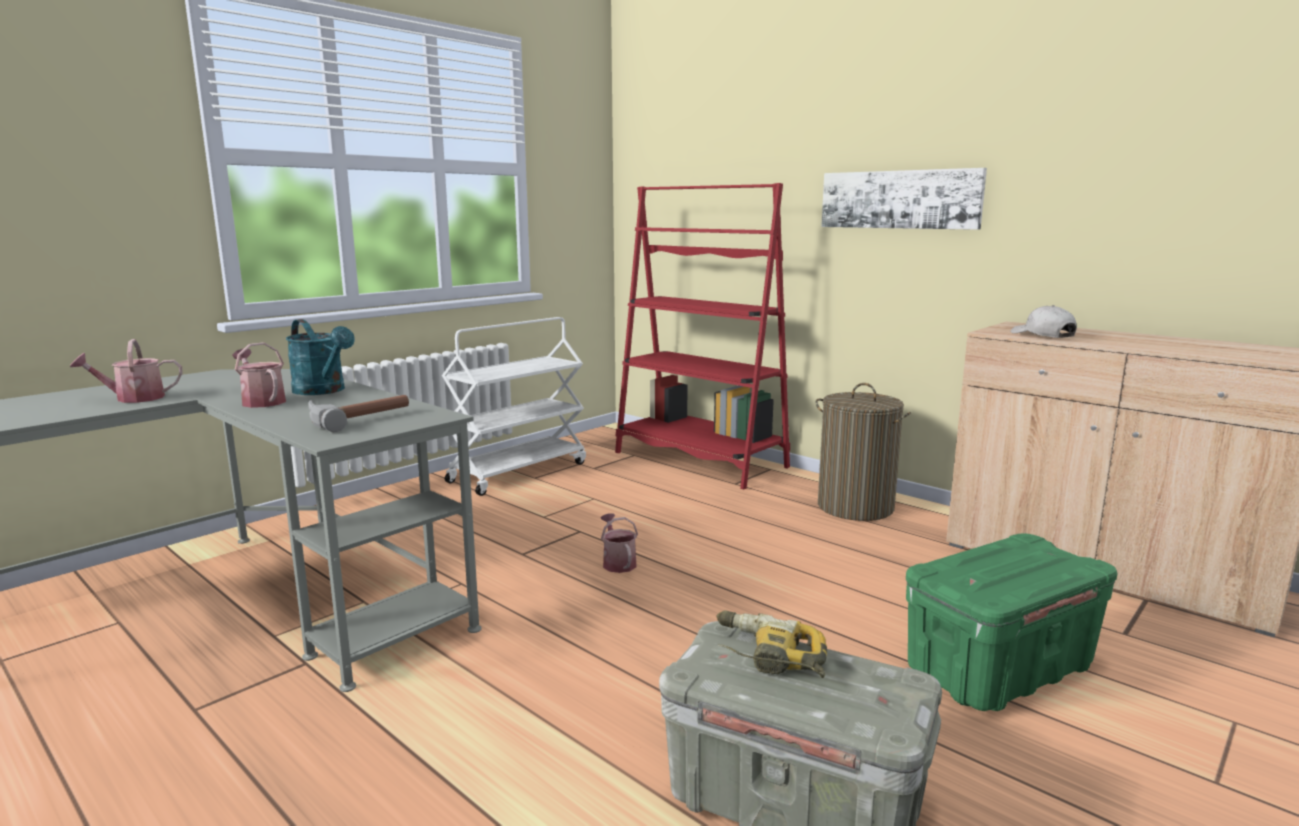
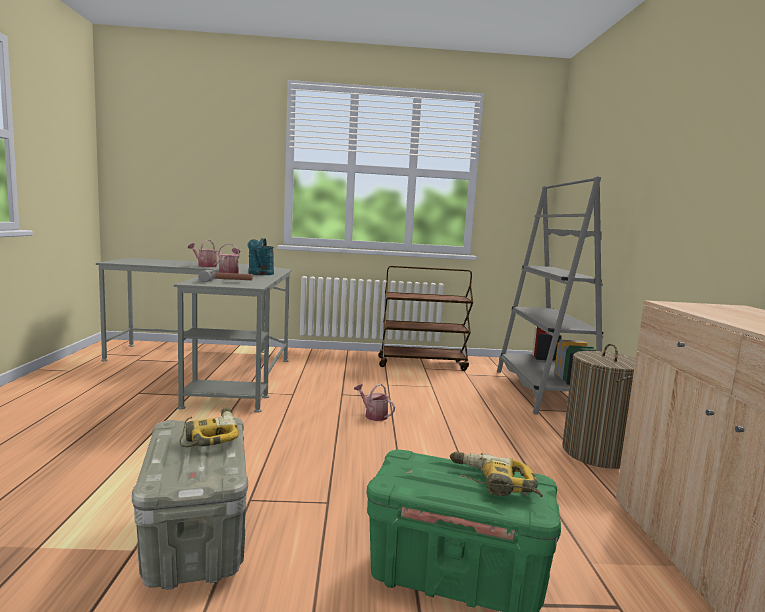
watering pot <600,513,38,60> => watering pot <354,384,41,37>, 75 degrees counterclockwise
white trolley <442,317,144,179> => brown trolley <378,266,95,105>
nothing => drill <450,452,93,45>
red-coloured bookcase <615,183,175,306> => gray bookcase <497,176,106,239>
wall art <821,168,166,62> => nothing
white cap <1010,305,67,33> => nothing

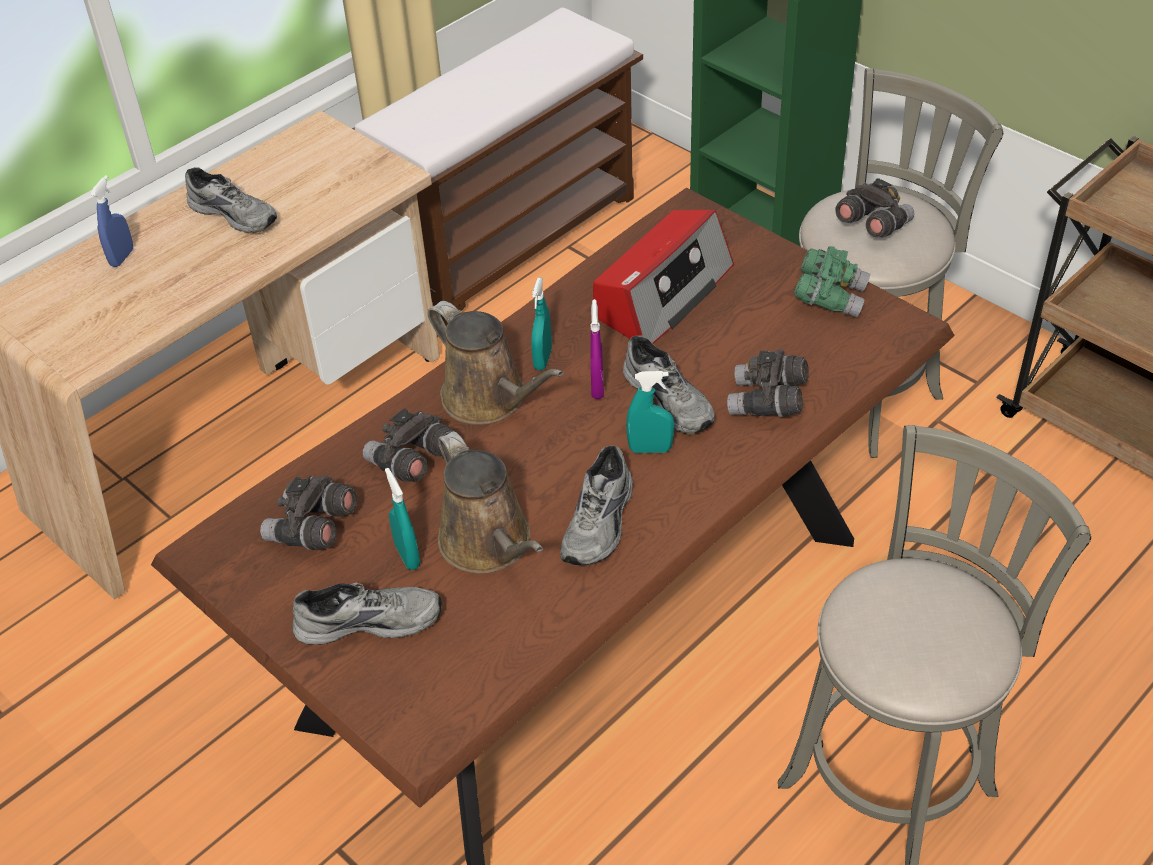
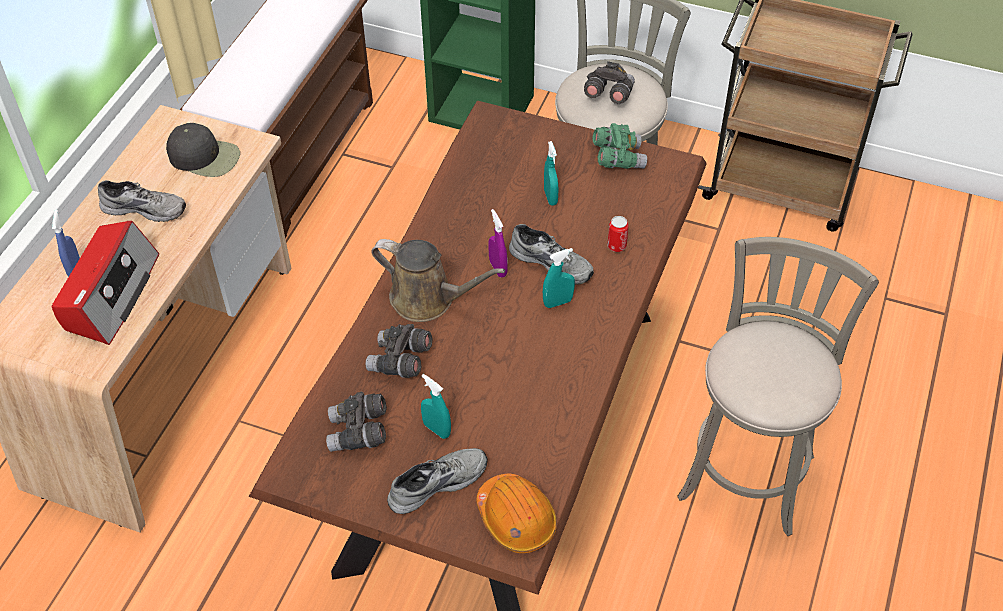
radio set <593,210,141,134> => radio set <52,221,107,124>, move
nothing => black-coloured cap <166,123,74,54>
nothing => orangey safety helmet <476,474,81,79>
blue-green hand sprayer <531,278,21,92> => blue-green hand sprayer <544,141,14,64>, move
gray pair of binoculars <727,349,82,68> => can <607,216,22,36>
brown watering pot <438,431,105,143> => nothing
gray low shoe <560,446,73,119> => nothing

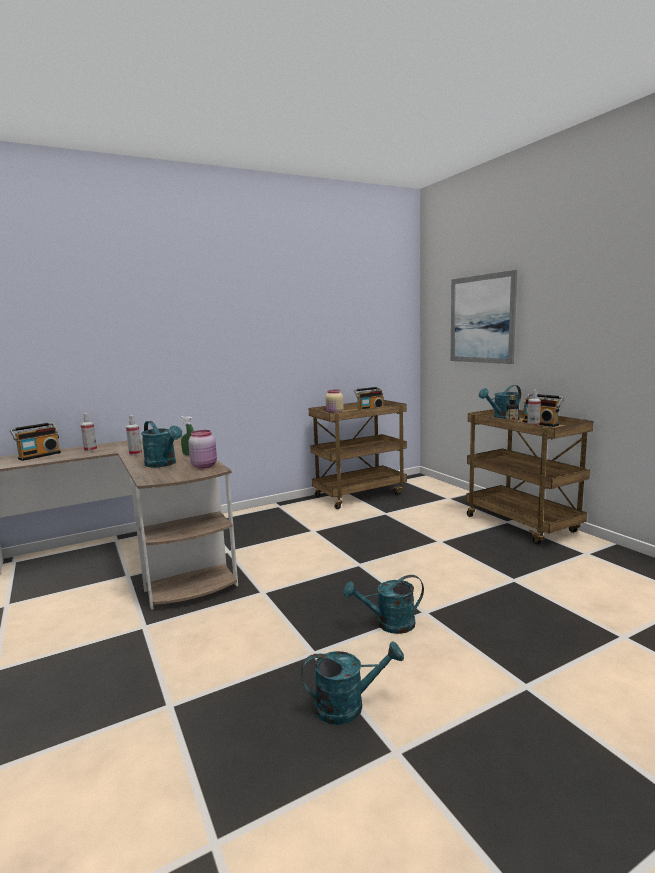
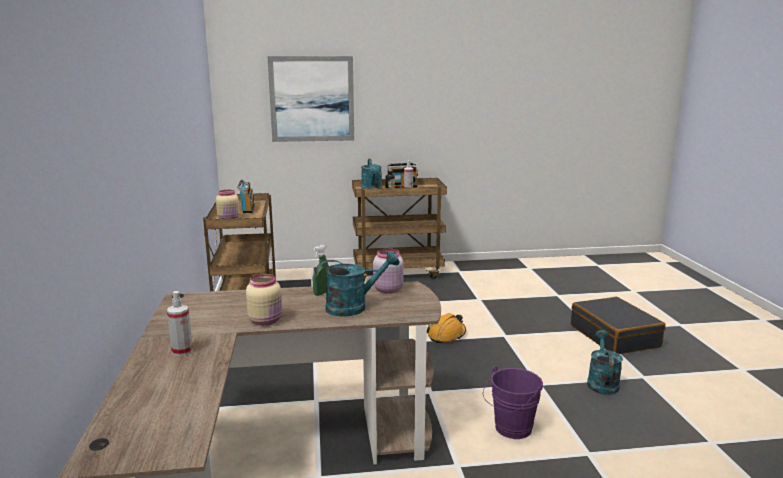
hand sprayer <126,415,16,41> => beige-coloured storage jar <246,274,36,52>
nothing => orangey safety helmet <427,313,39,30>
nothing => purple pail <483,366,60,73>
nothing => black-coloured travel case <571,297,95,57>
radio set <10,422,51,39> => nothing
blue-green watering pot <344,575,80,59> => nothing

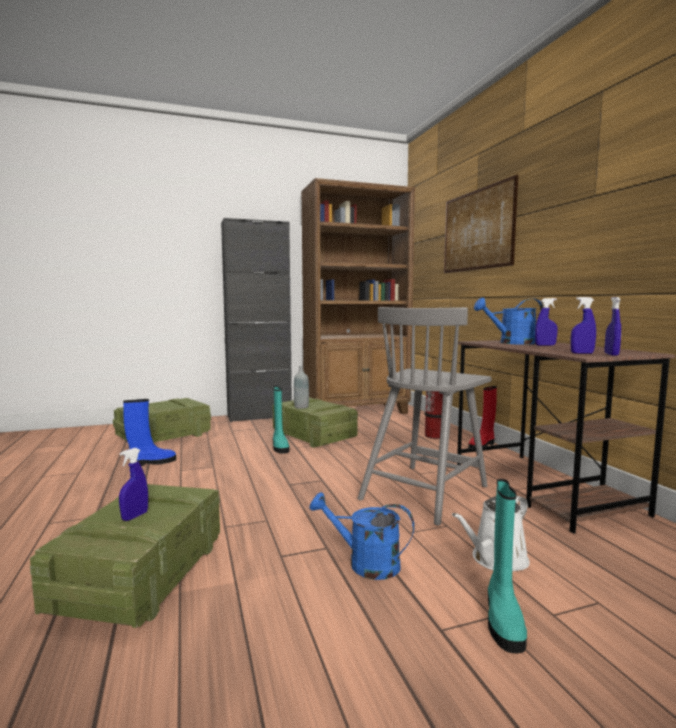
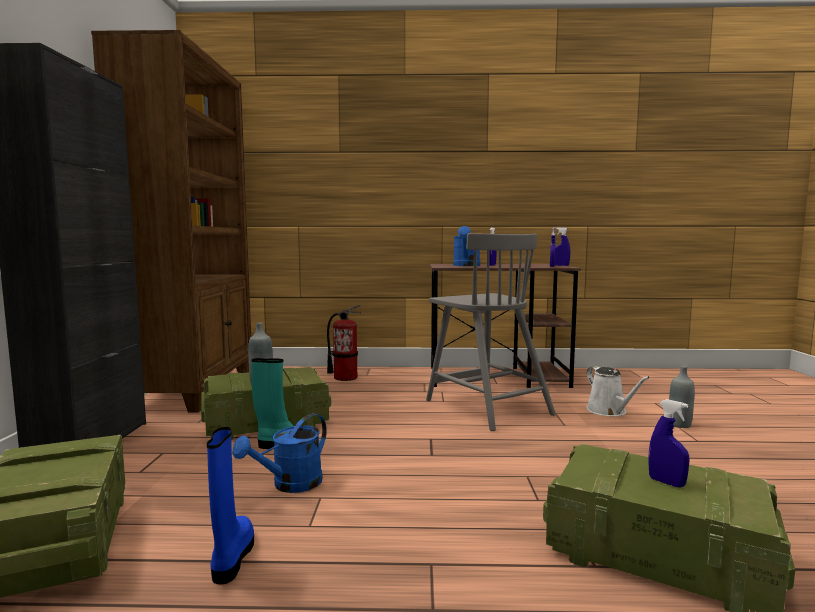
blue watering pot <310,492,104,88> => blue watering pot <232,413,95,80>, move
blue-green tall boot <488,479,39,174> => gray bottle <669,366,25,62>
wall art <444,175,74,98> => nothing
red-coloured tall boot <468,386,29,62> => nothing

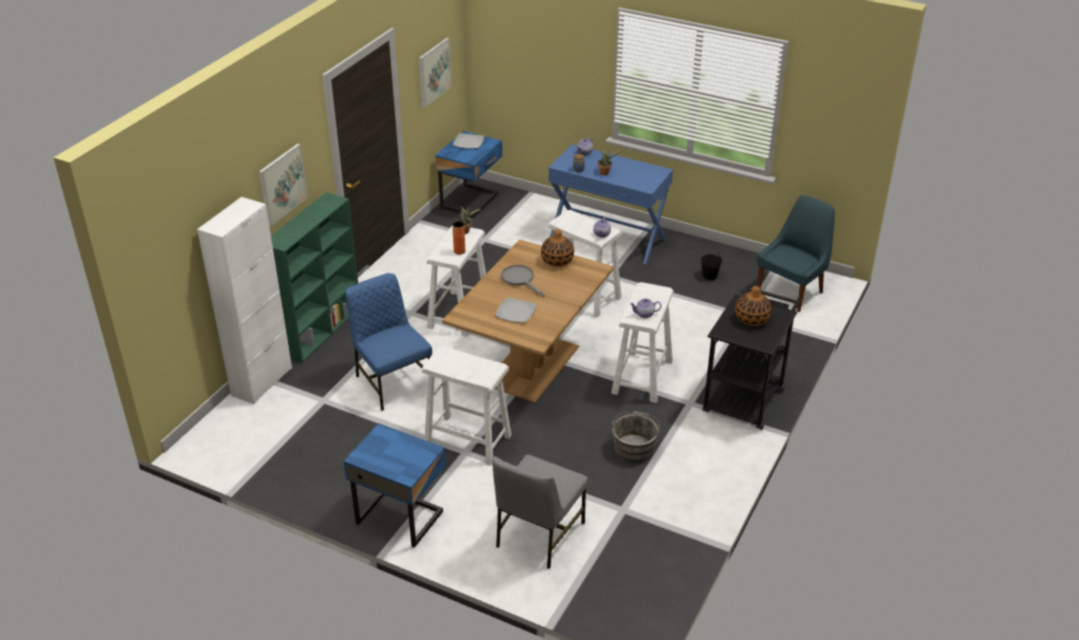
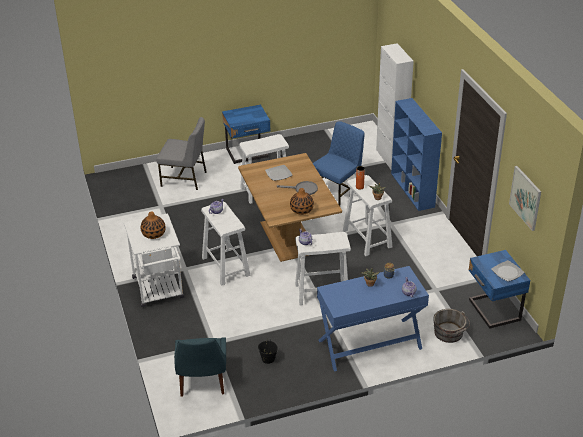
black-coloured trolley <702,285,98,145> => white trolley <124,213,60,94>
gray plain chair <492,455,96,114> => gray plain chair <156,117,51,73>, 120 degrees clockwise
blue plain chair <346,273,86,138> => blue plain chair <313,121,52,85>, 60 degrees counterclockwise
greenish bookcase <271,192,87,171> => blue bookcase <391,98,51,113>
gray pail <612,411,48,51> => gray pail <433,309,37,34>, move
wall art <259,143,49,84> => nothing

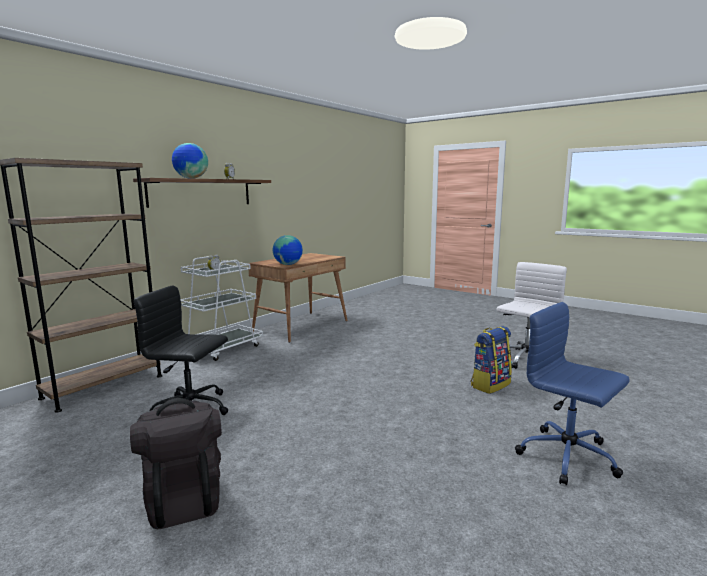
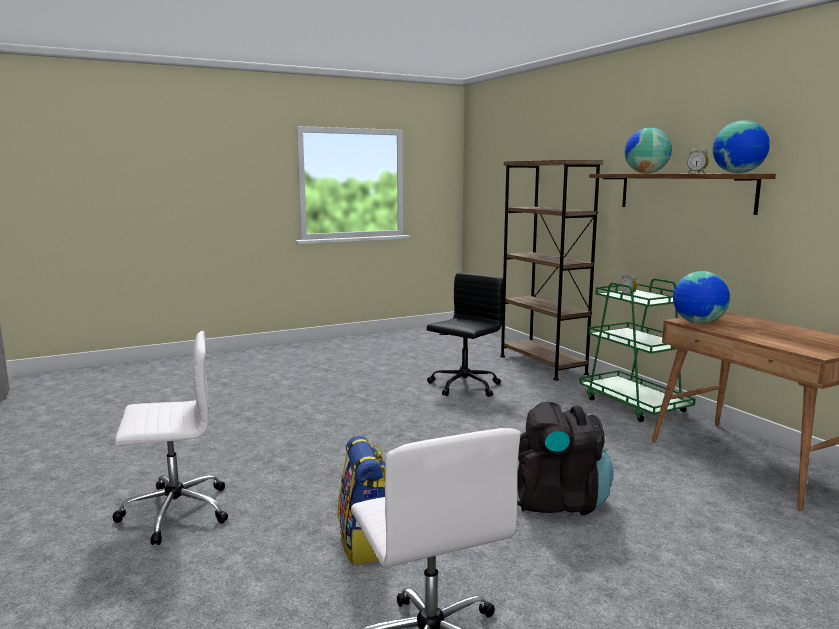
blue desk chair <515,302,115,183> => white desk chair <112,331,116,214>
black-coloured knapsack <130,398,92,131> => black-coloured knapsack <517,401,97,115>, move
white trolley <181,256,82,105> => greenish trolley <580,278,116,144>
nothing => desk globe <713,120,57,53>

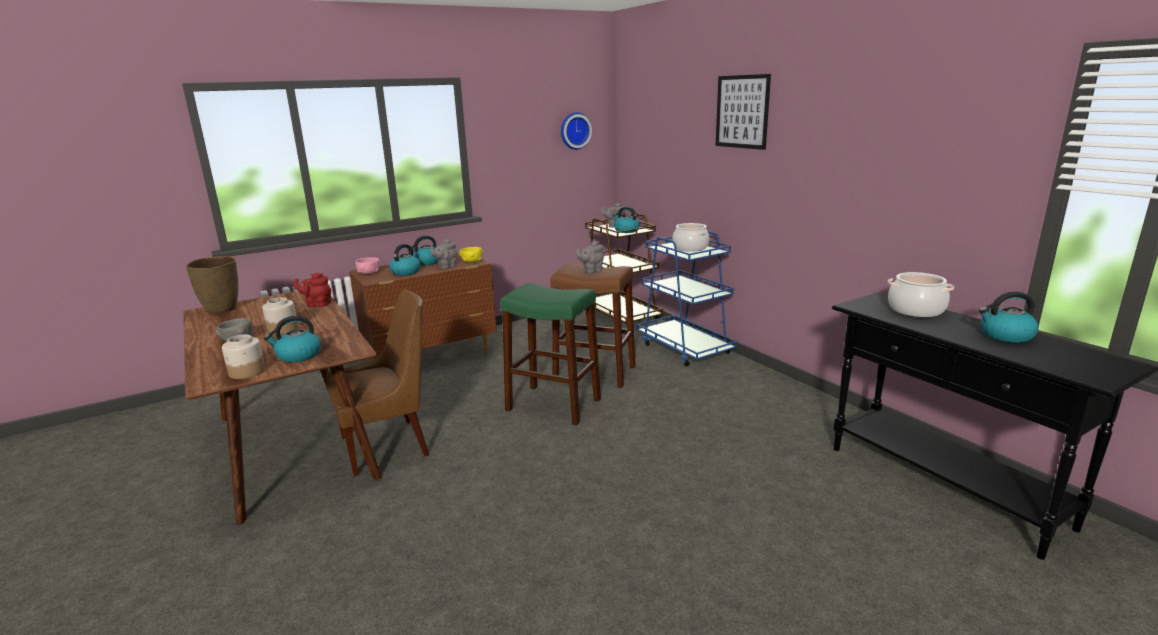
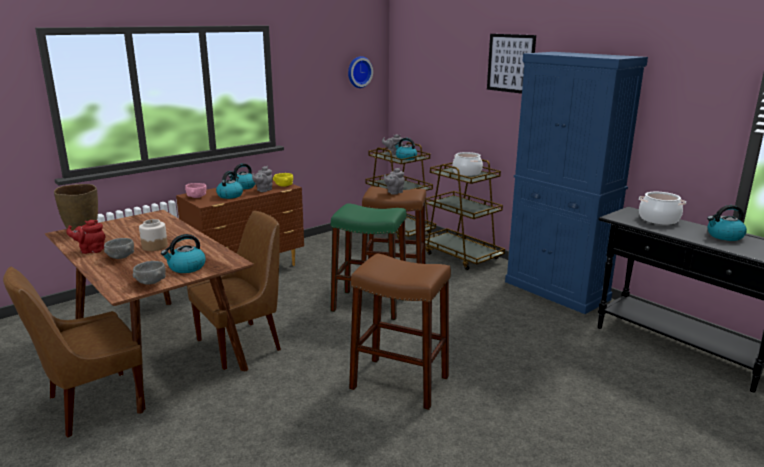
nothing => brown plain chair <3,267,143,170>
red-coloured teapot <293,273,38,34> => red-coloured teapot <66,220,40,34>, move
storage jar <222,334,43,45> => gray serving bowl <133,261,33,24>
nothing => brown sitting stool <349,254,102,156>
blue trolley <637,231,100,135> => brown trolley <425,159,80,111>
nothing => blue storage cabinet <505,52,143,262>

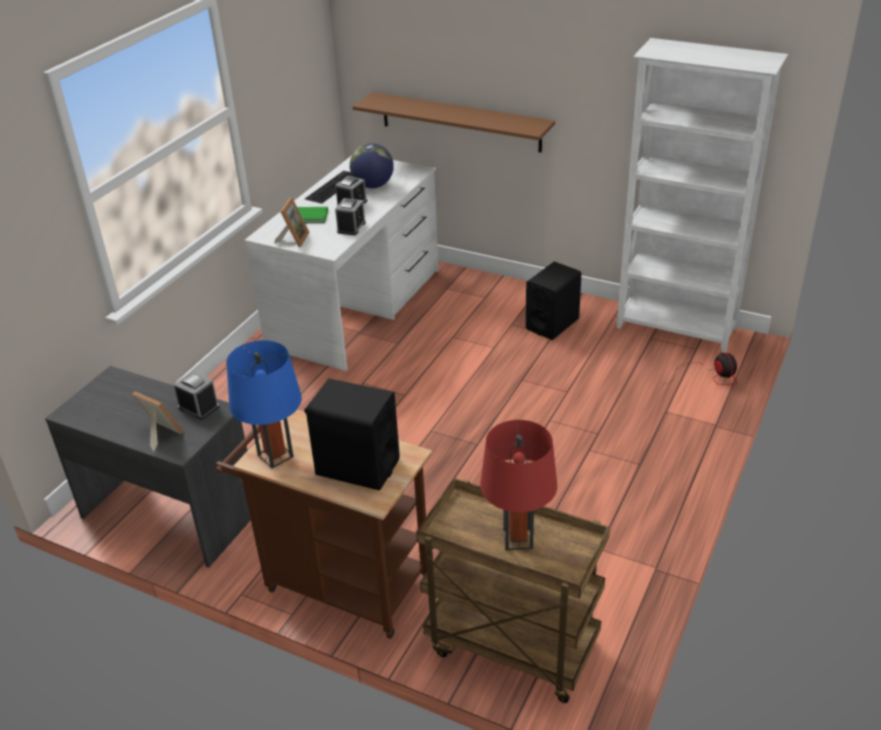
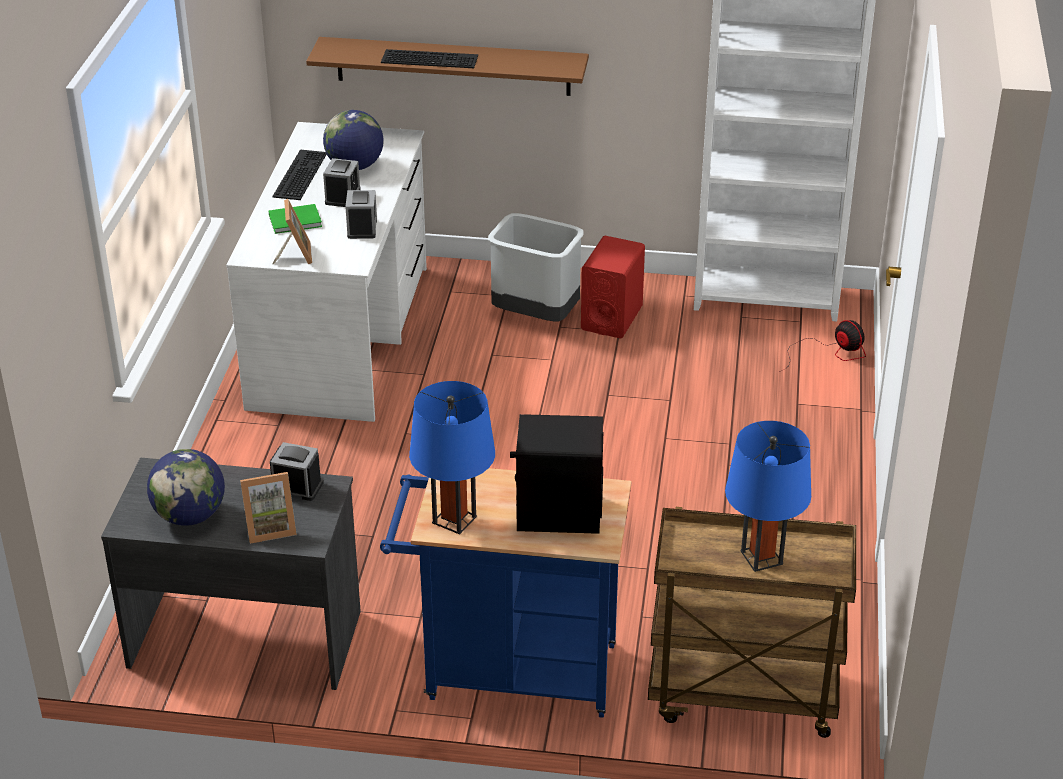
nothing => desk globe <147,449,78,77>
standing frame <132,391,51,61> => standing frame <240,472,57,72>, 150 degrees clockwise
brown trolley <215,410,217,229> => blue trolley <380,468,251,250>
nothing => keyboard <381,49,97,19>
nothing => gray trash can <488,213,96,108>
black-coloured speaker <526,261,55,79> => red-coloured speaker <581,236,64,103>
red-coloured table lamp <480,420,77,130> => blue table lamp <725,421,86,151>

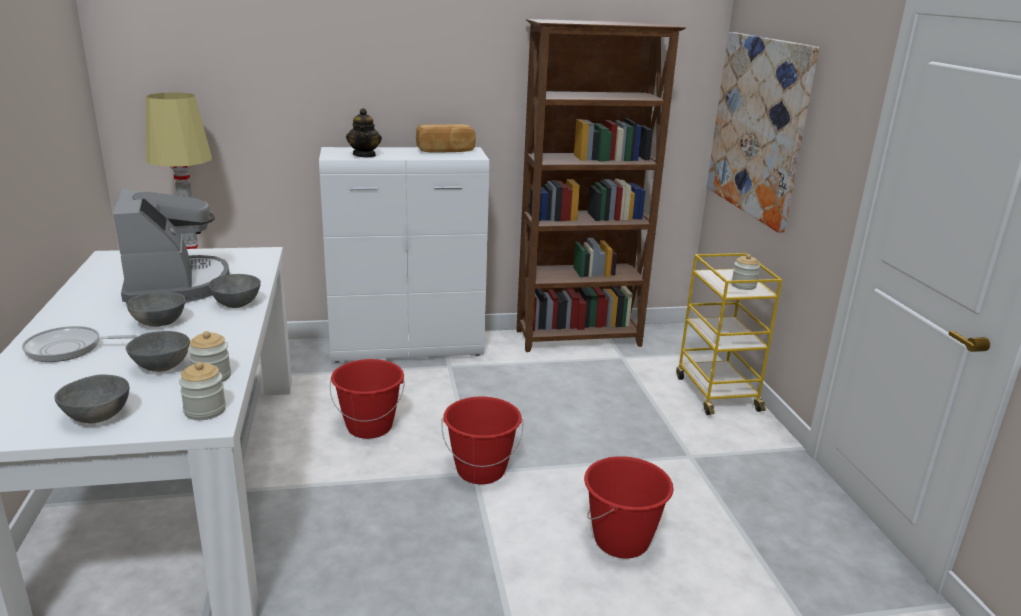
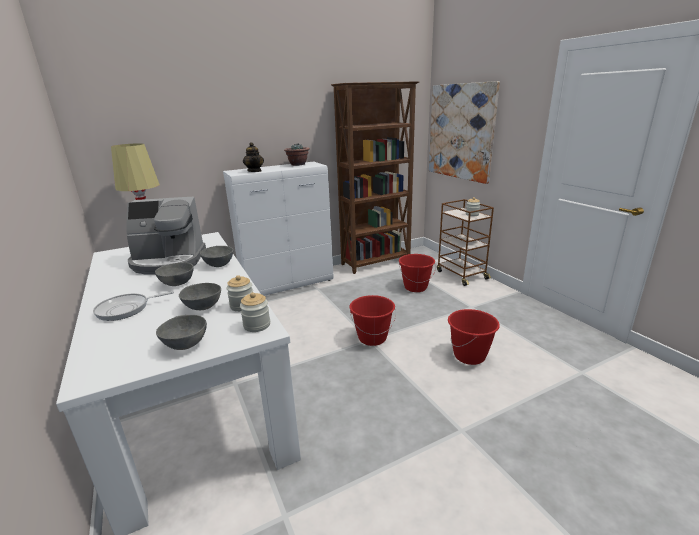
coffee brewer <113,189,117,116> => coffee brewer <126,196,80,79>, 120 degrees clockwise
bread <416,124,60,29> => potted plant <284,143,26,23>
red-coloured pail <330,359,75,80> => red-coloured pail <399,254,37,38>, move
yellow trolley <676,253,106,162> => brown trolley <437,199,57,87>

